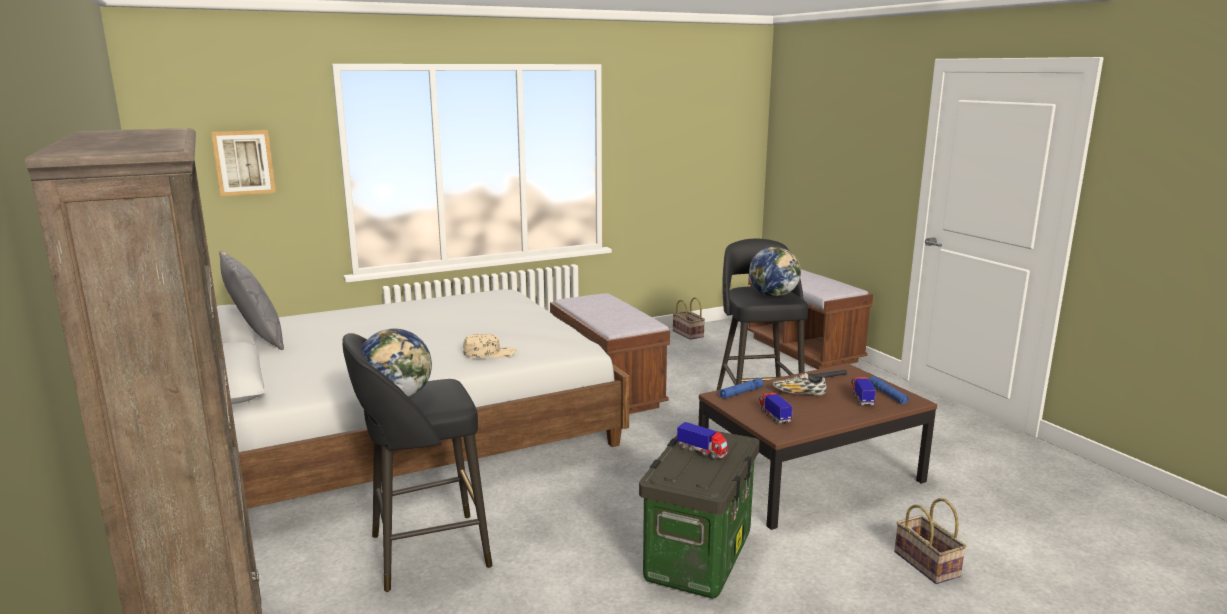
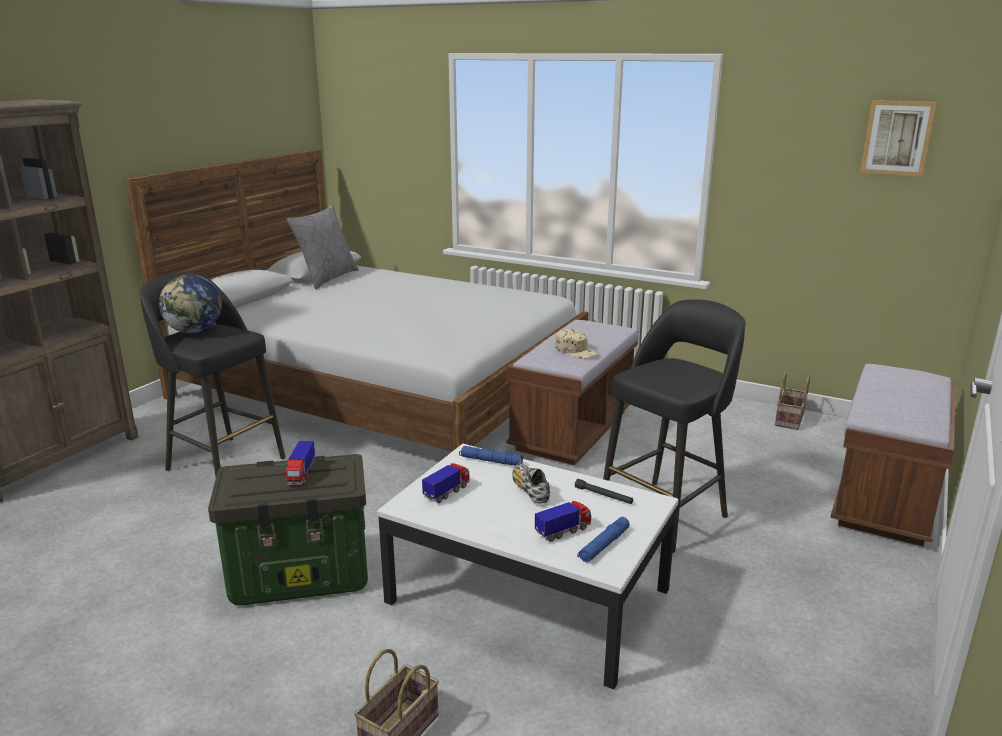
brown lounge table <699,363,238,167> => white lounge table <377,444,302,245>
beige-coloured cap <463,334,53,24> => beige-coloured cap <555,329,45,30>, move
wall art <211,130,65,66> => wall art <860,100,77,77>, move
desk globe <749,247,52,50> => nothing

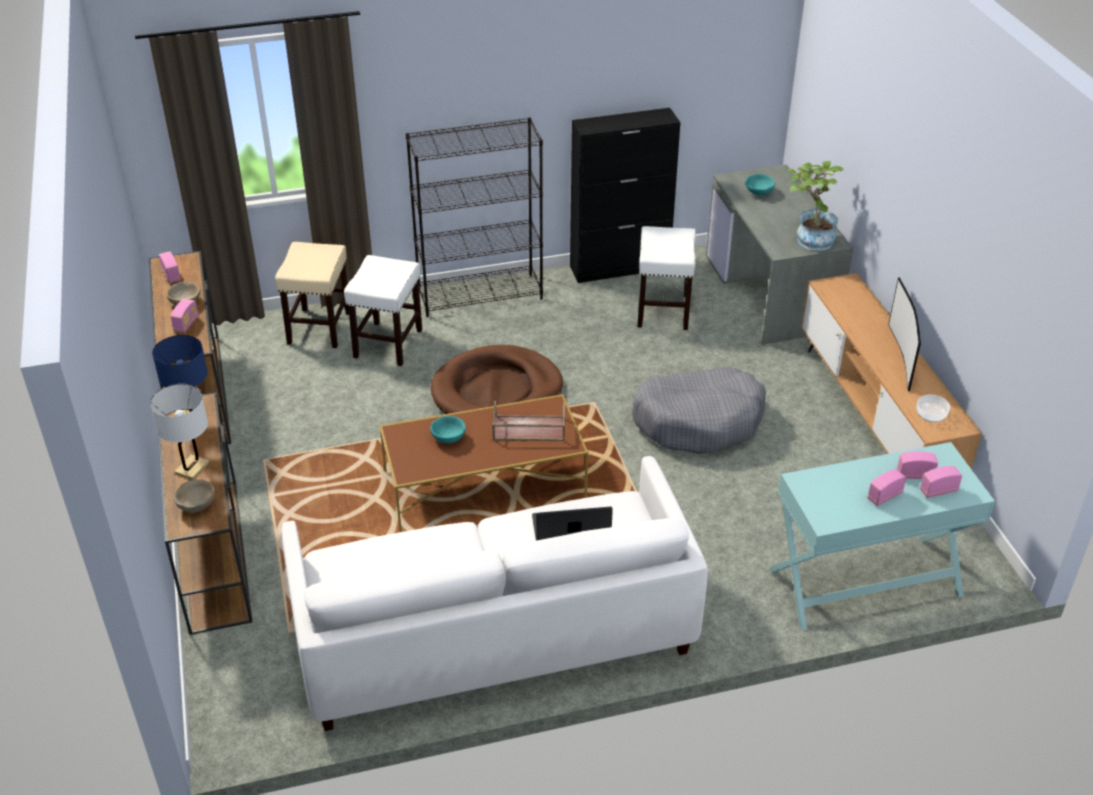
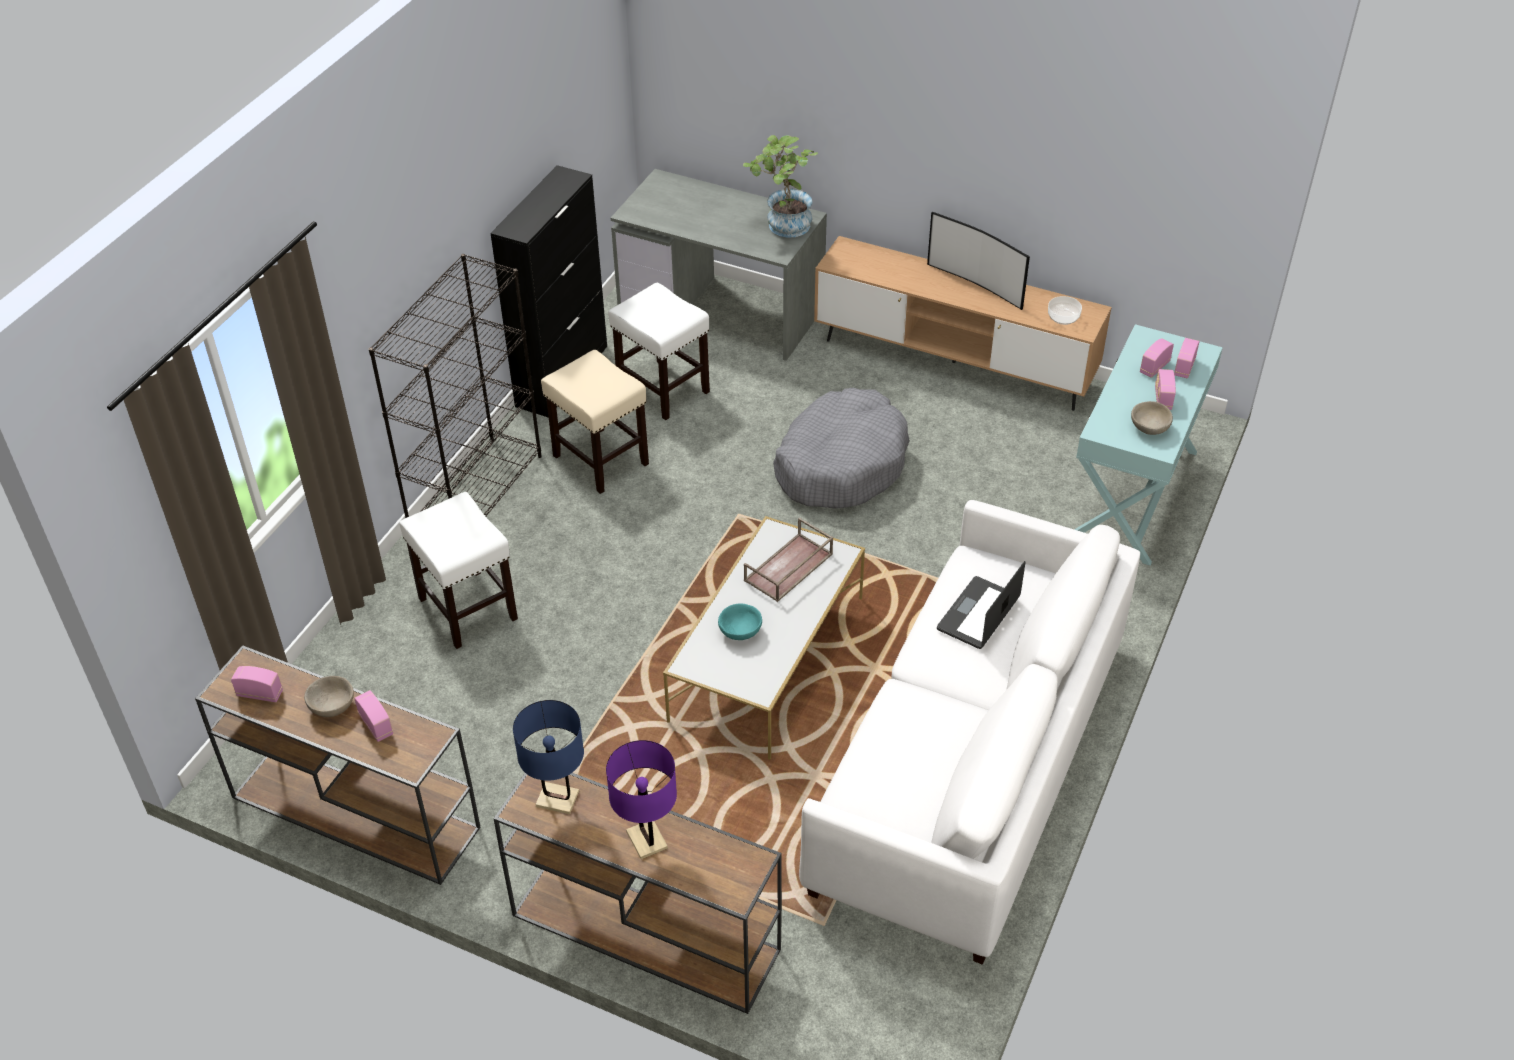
beige-coloured sitting stool <275,242,74,106> => beige-coloured sitting stool <541,350,108,144>, move
white table lamp <150,384,60,96> => purple table lamp <606,740,71,119>
brown lounge table <379,394,209,138> => white lounge table <663,516,202,244>
beige-coloured serving bowl <174,480,41,33> => beige-coloured serving bowl <1131,401,42,34>, move
brown dog cushion <431,345,132,69> => nothing
blue-green serving bowl <745,174,30,22> => nothing

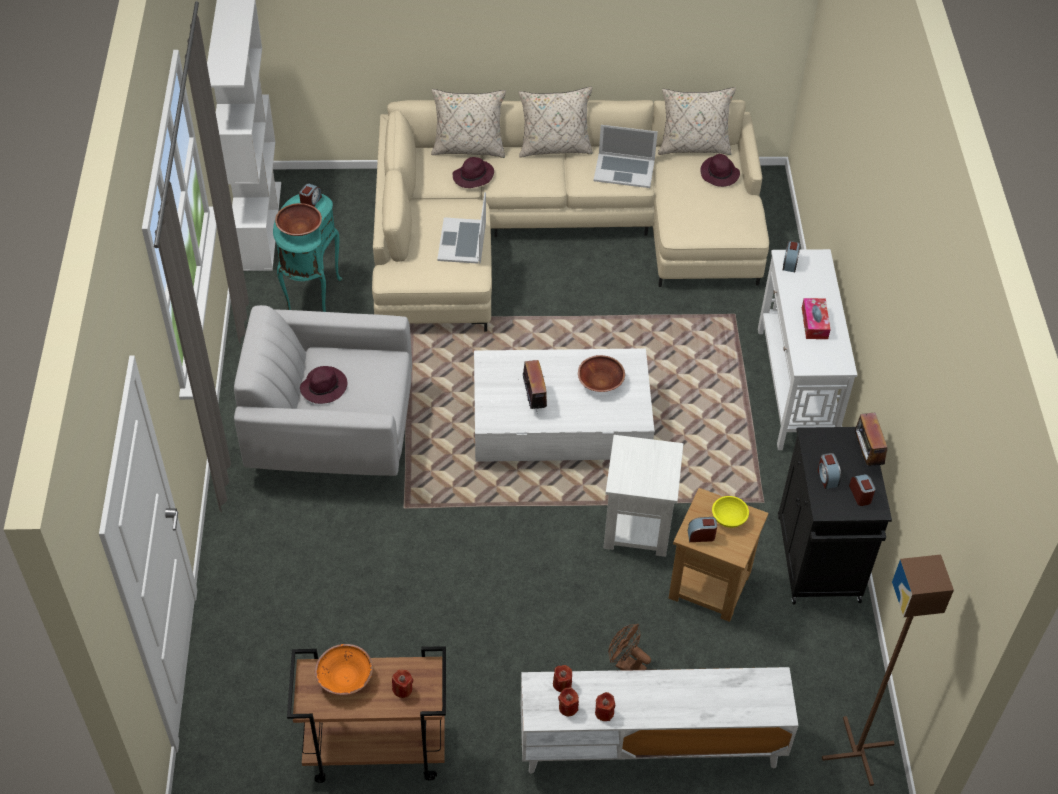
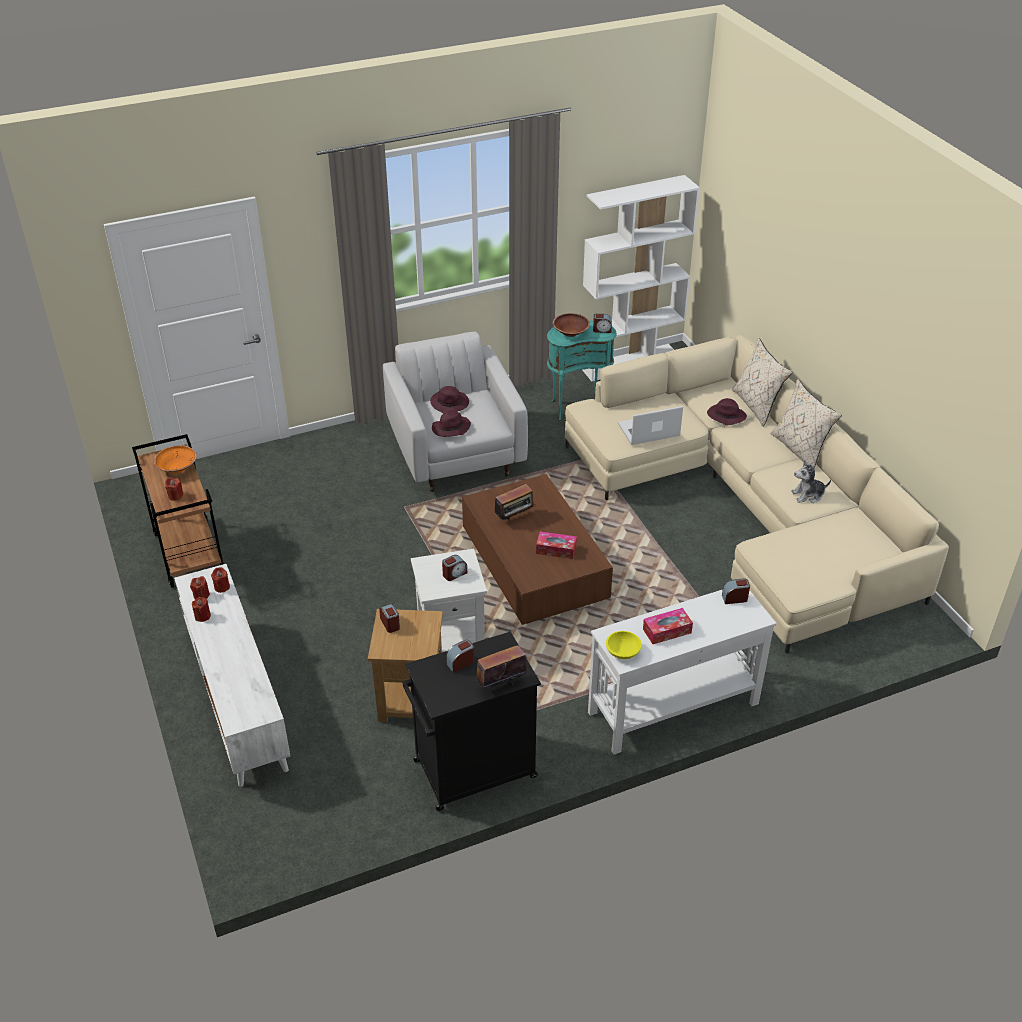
purple clothing hat <700,154,40,33> => purple clothing hat <432,410,39,27>, move
table clock <849,474,26,32> => table clock <442,555,25,26>, move
white lounge table <474,348,180,114> => brown lounge table <462,474,151,151>
brown serving bowl <578,355,47,37> => tissue holder <536,531,41,28>
yellow serving bowl <712,496,37,32> => yellow serving bowl <606,631,36,28>, move
laptop <594,125,64,63> => soft toy <791,460,40,43>
brown fan <608,624,43,46> => nothing
beige-coloured throw pillow <658,87,78,68> => nothing
brown floor lamp <822,555,132,231> => nothing

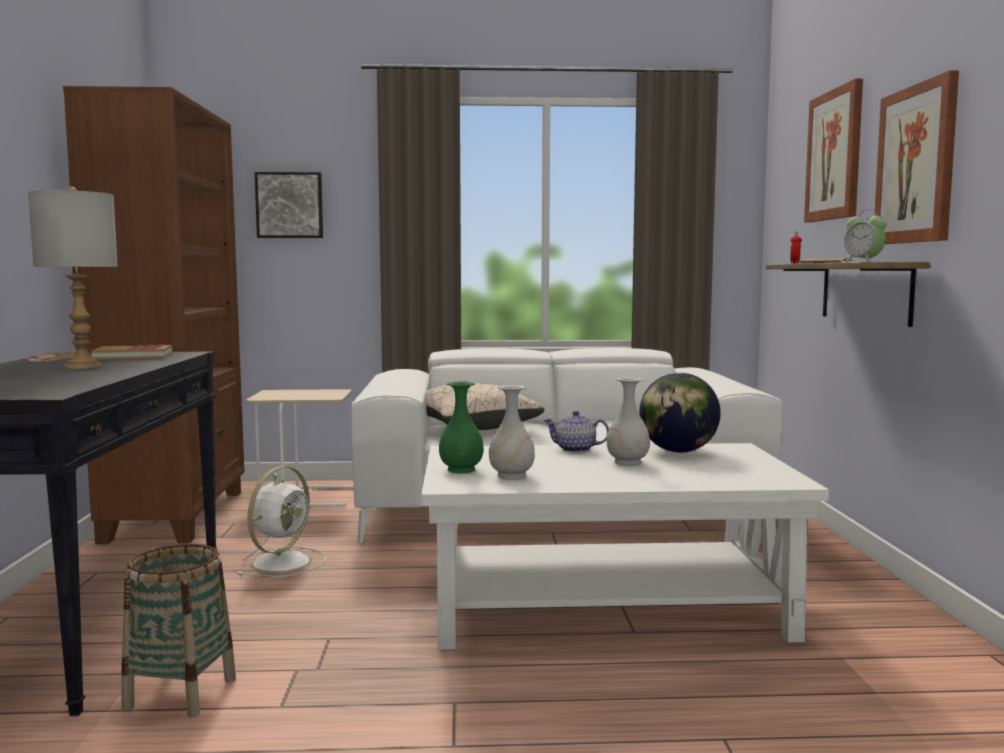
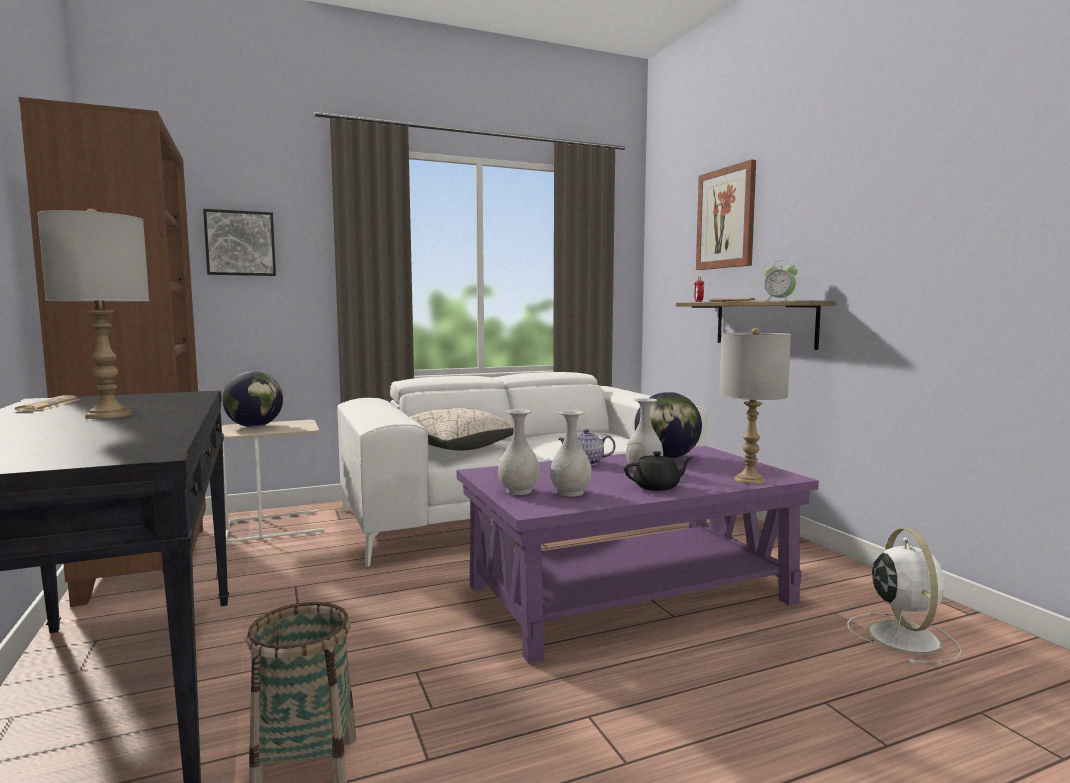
nothing => desk globe <222,371,61,56>
white lounge table <421,443,408,207> => purple lounge table <457,446,362,218>
greenish flower vase <439,382,45,91> => white flower vase <498,409,42,86>
nothing => black-coloured teapot <624,451,69,40>
nothing => gray table lamp <720,328,71,157>
white fan <237,466,89,111> => white fan <847,528,115,136>, move
volume <91,344,81,16> => nothing
wall art <874,70,85,174> => nothing

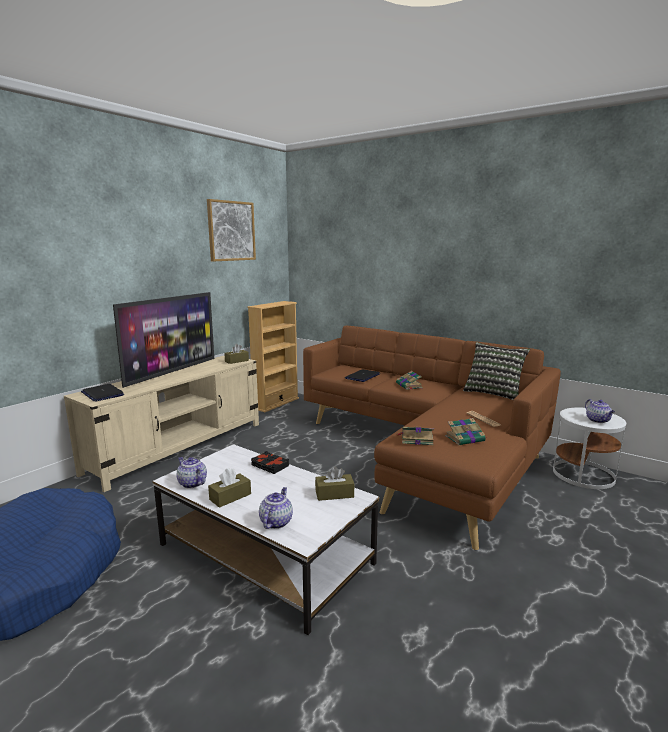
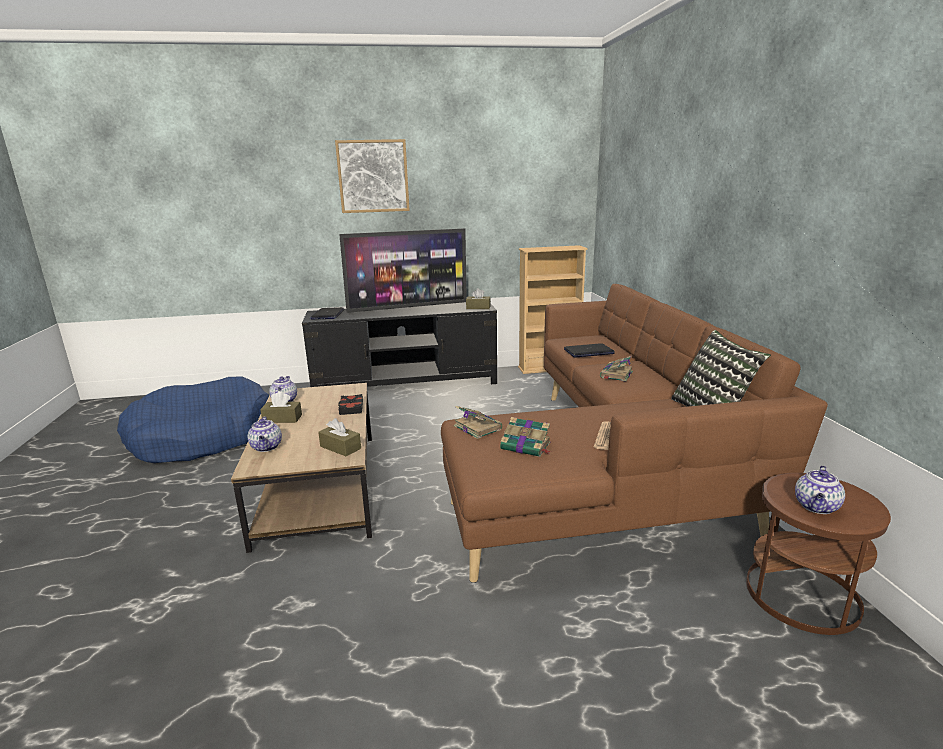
white lounge table <152,444,227,191> => brown lounge table <231,383,141,170>
teapot <259,487,34,42> => teapot <248,416,34,36>, 105 degrees clockwise
beige-coloured media console <64,355,195,137> => black-coloured media console <302,302,195,85>
wall art <207,199,49,63> => wall art <335,139,75,74>, move
white side table <553,407,73,82> => brown side table <746,473,145,162>

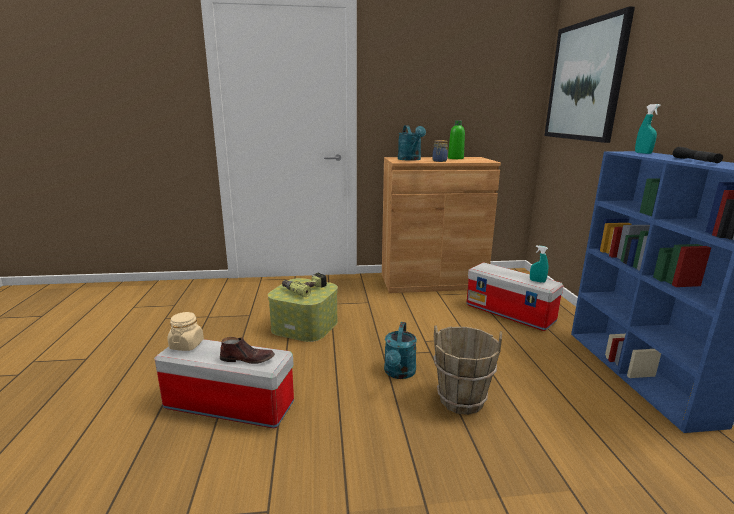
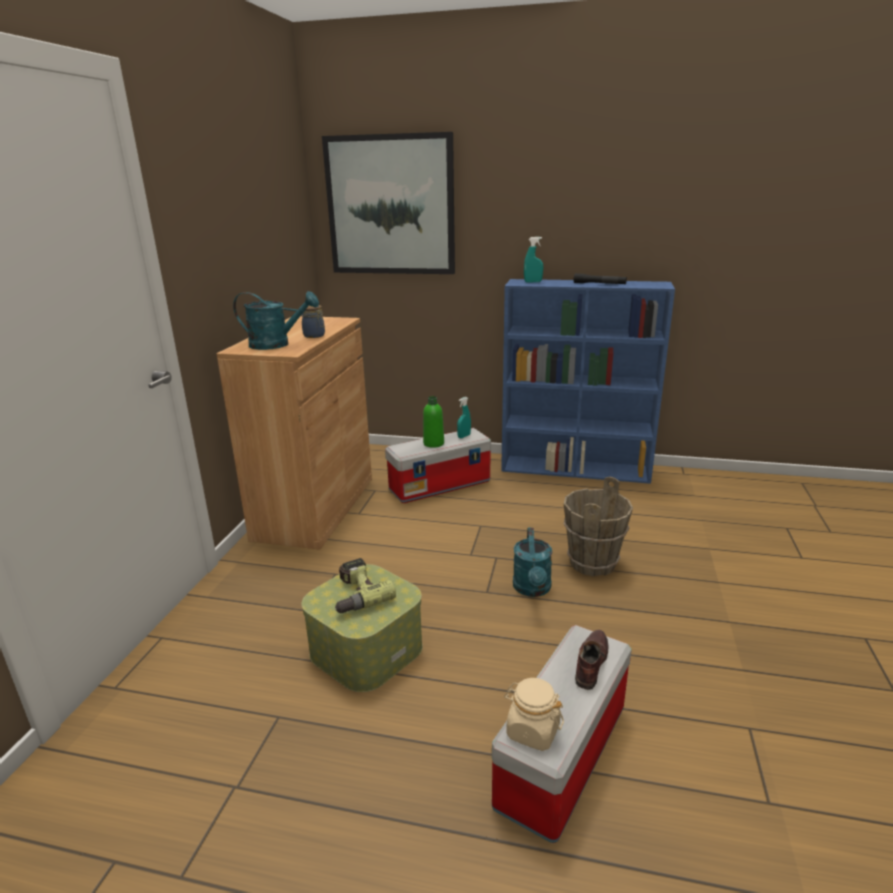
greenish bottle <448,120,17,39> => greenish bottle <423,396,21,52>, move
blue-green watering pot <384,322,33,57> => blue-green watering pot <513,528,39,69>, 60 degrees clockwise

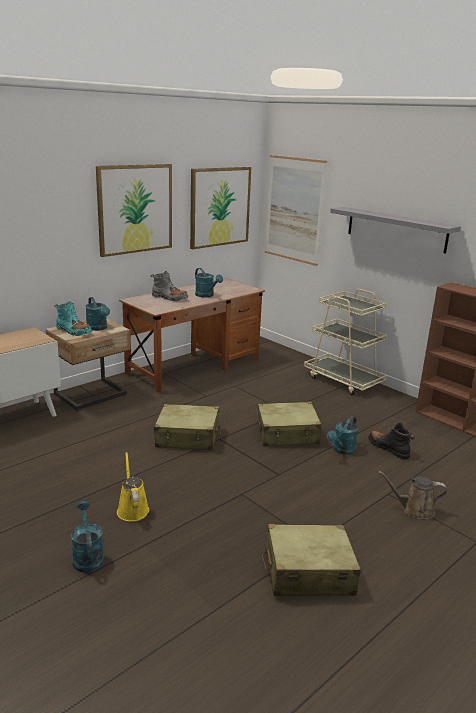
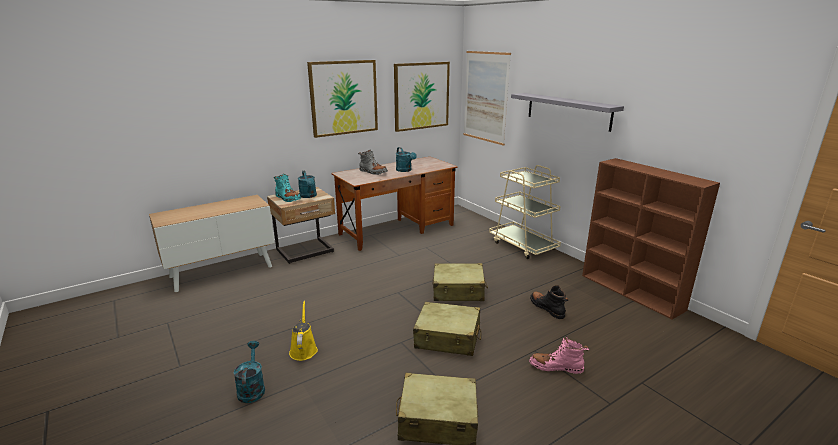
beige-coloured travel case <154,404,67,46> => beige-coloured travel case <413,302,68,54>, move
brown watering pot <378,471,69,48> => pink-coloured tall boot <529,336,60,38>
blue-green watering pot <327,416,31,39> => nothing

